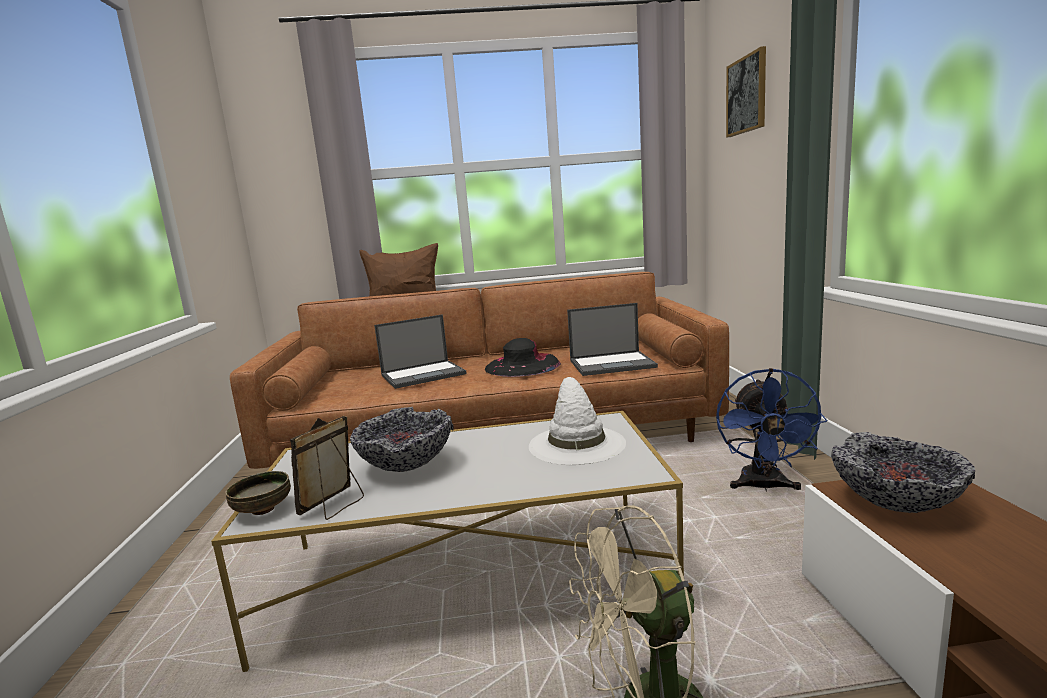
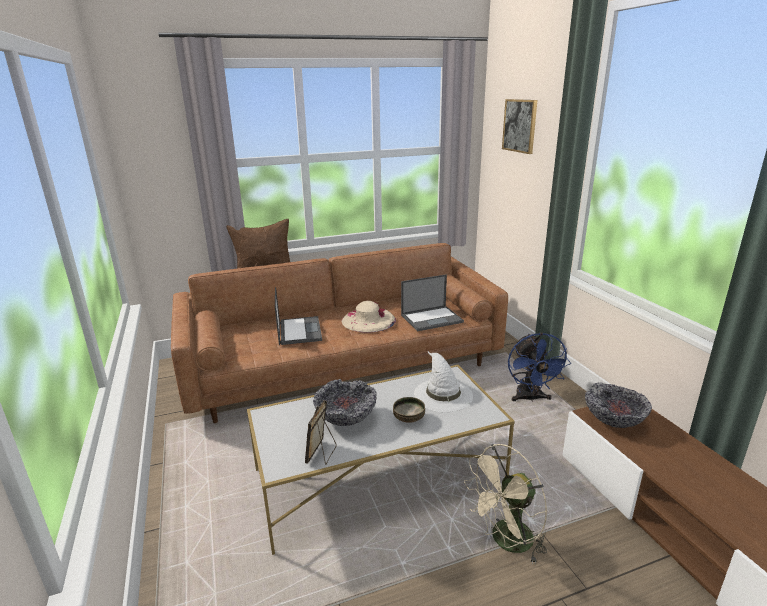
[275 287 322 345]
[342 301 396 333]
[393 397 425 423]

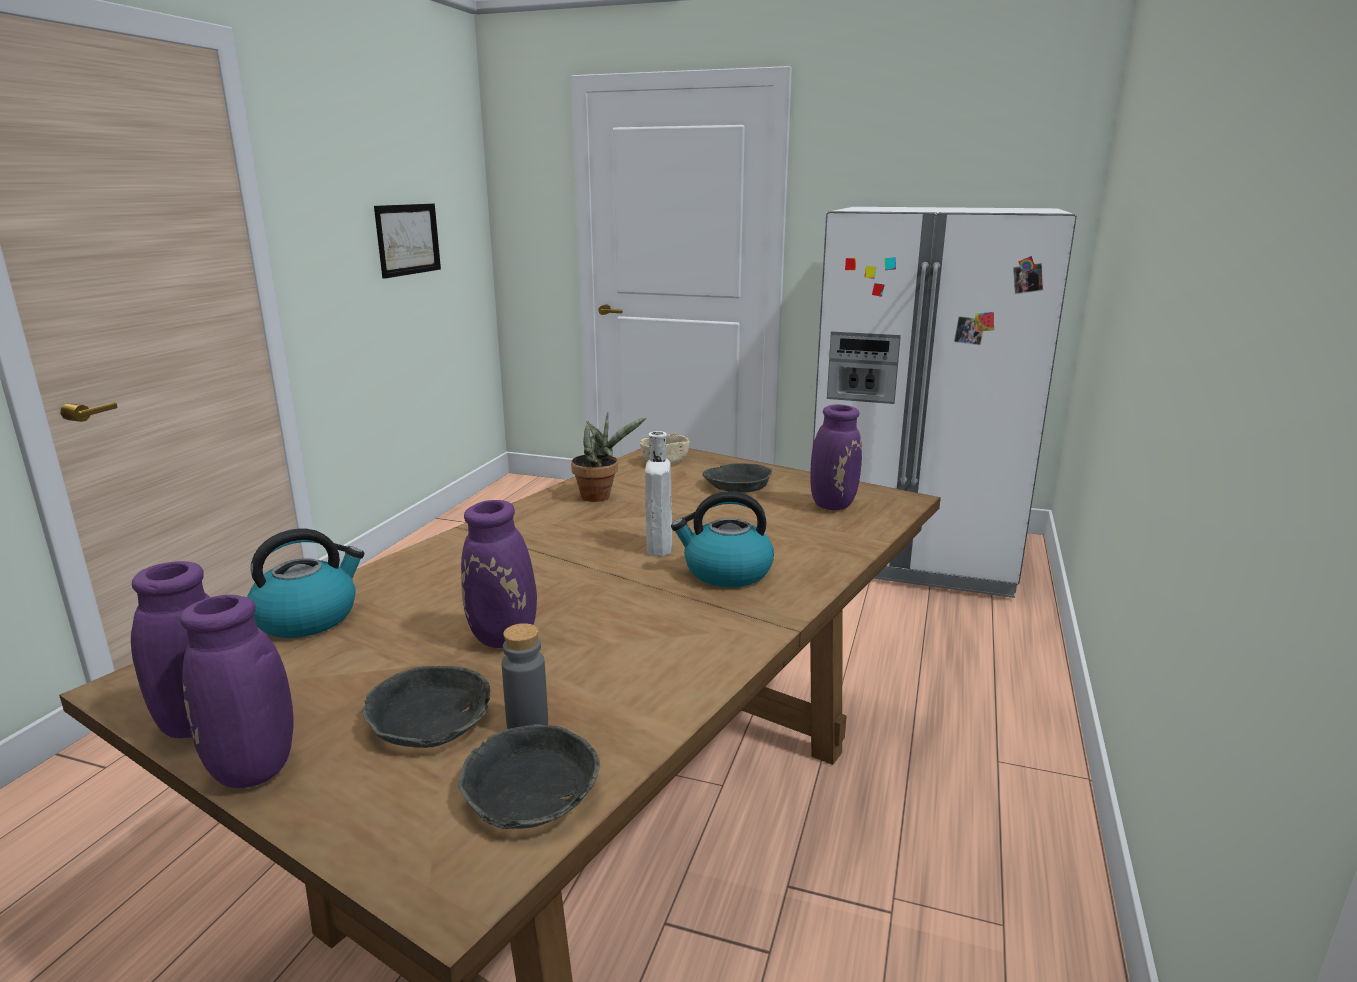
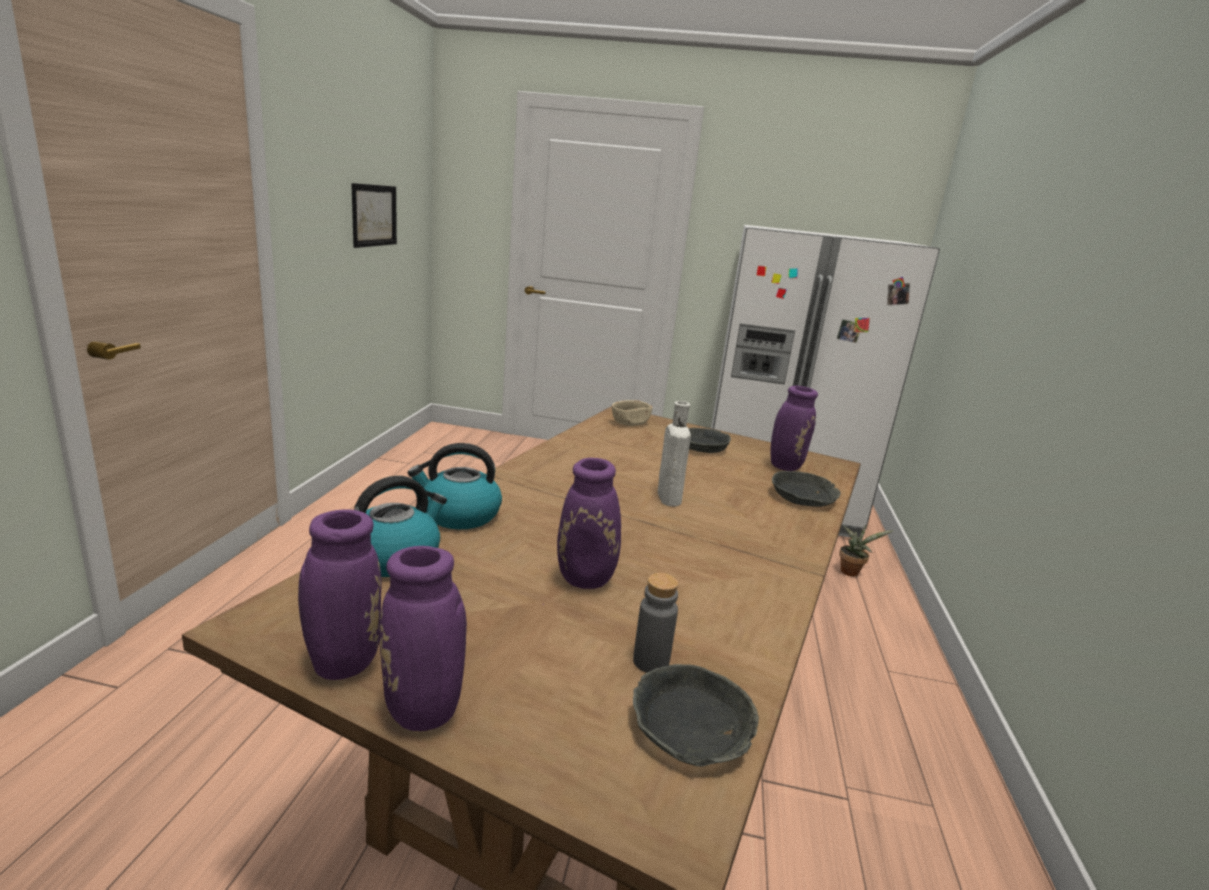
[408 443 502 529]
[772 471 841 507]
[839 524 894 577]

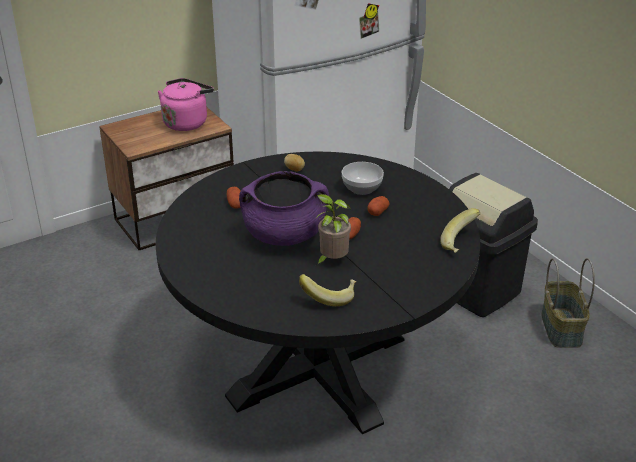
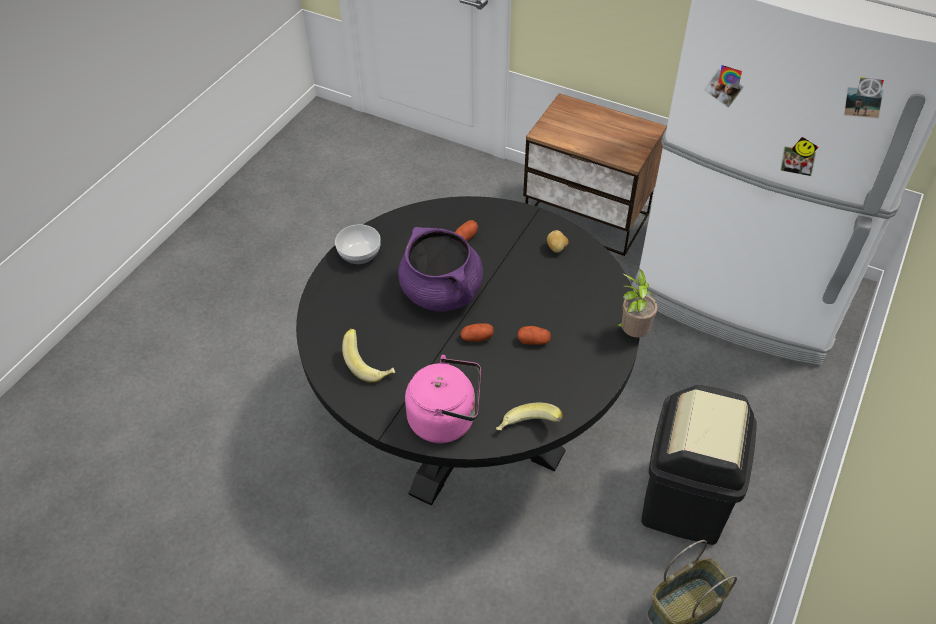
[335 224 381 264]
[405 355 481 443]
[616 269 658 337]

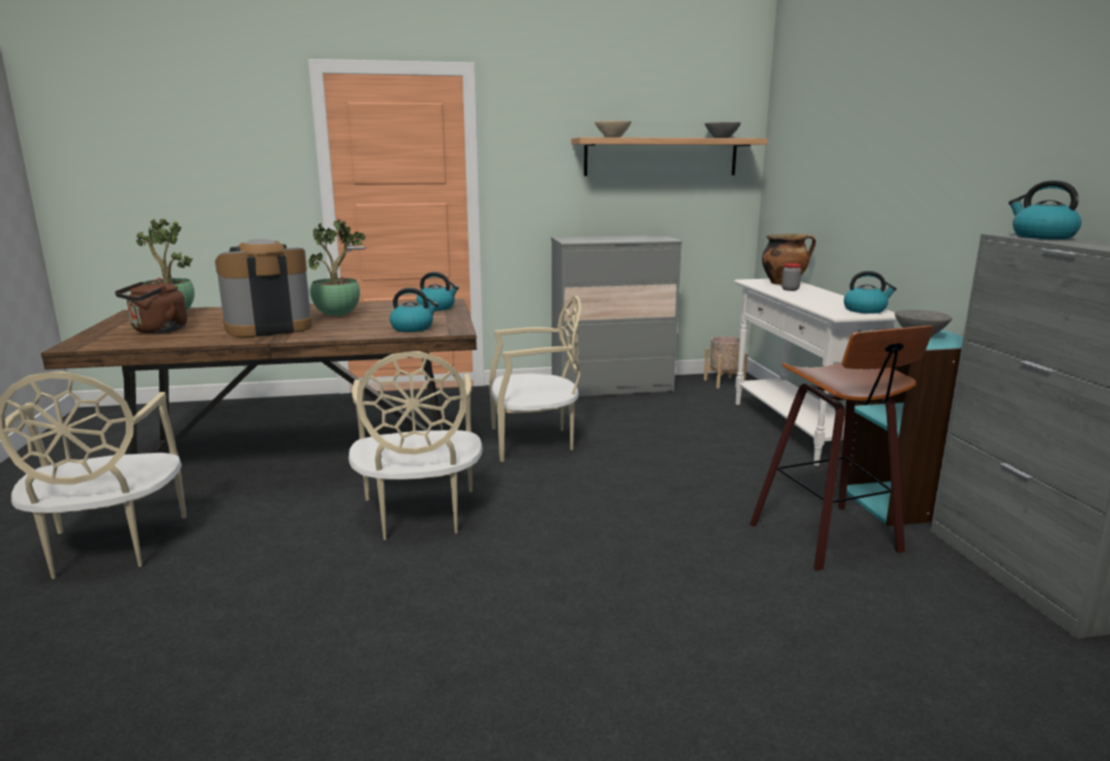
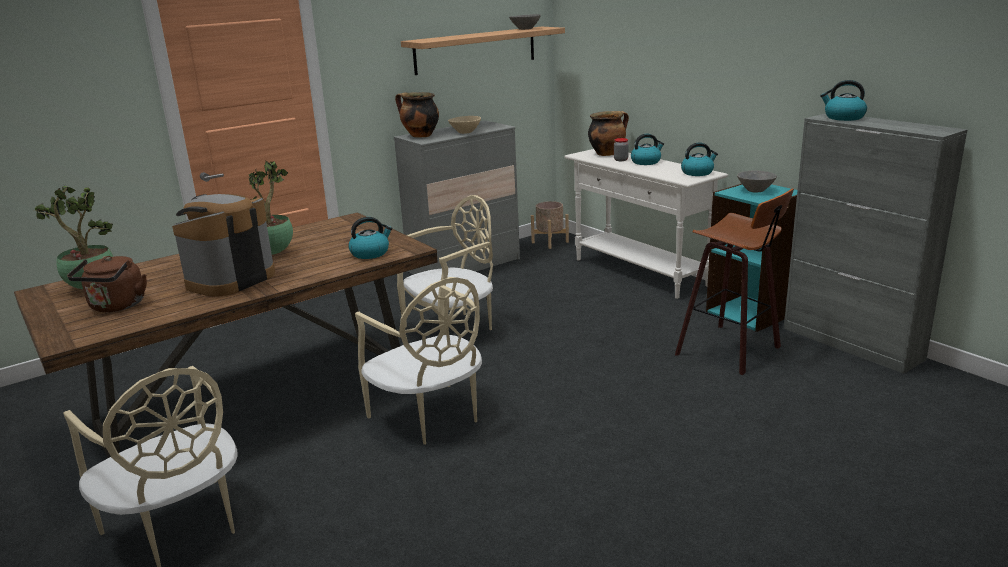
[395 92 439 137]
[448 116 481 134]
[631 134 664 165]

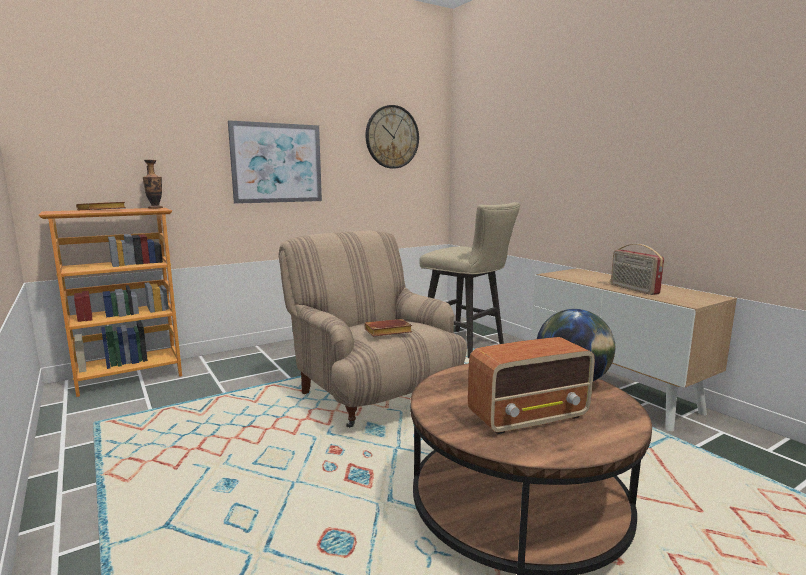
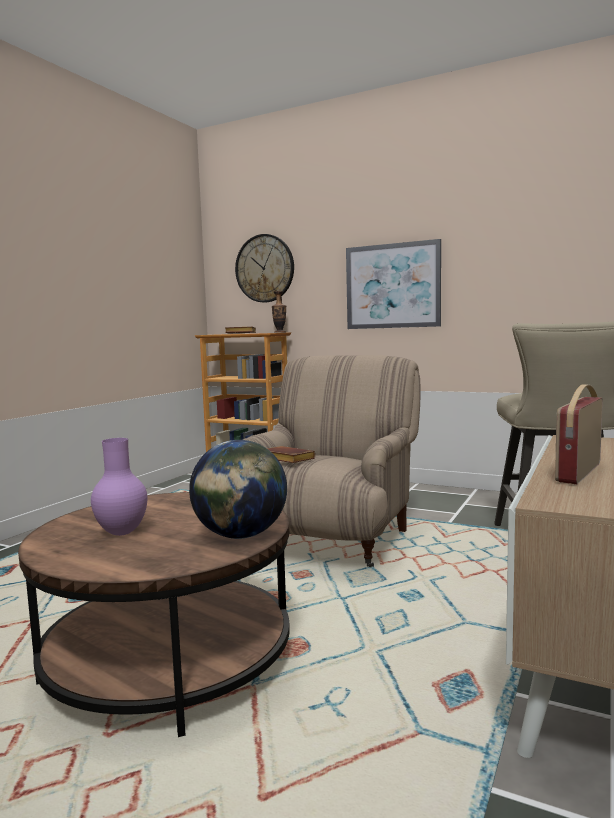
[91 438 147 536]
[235 234 294 302]

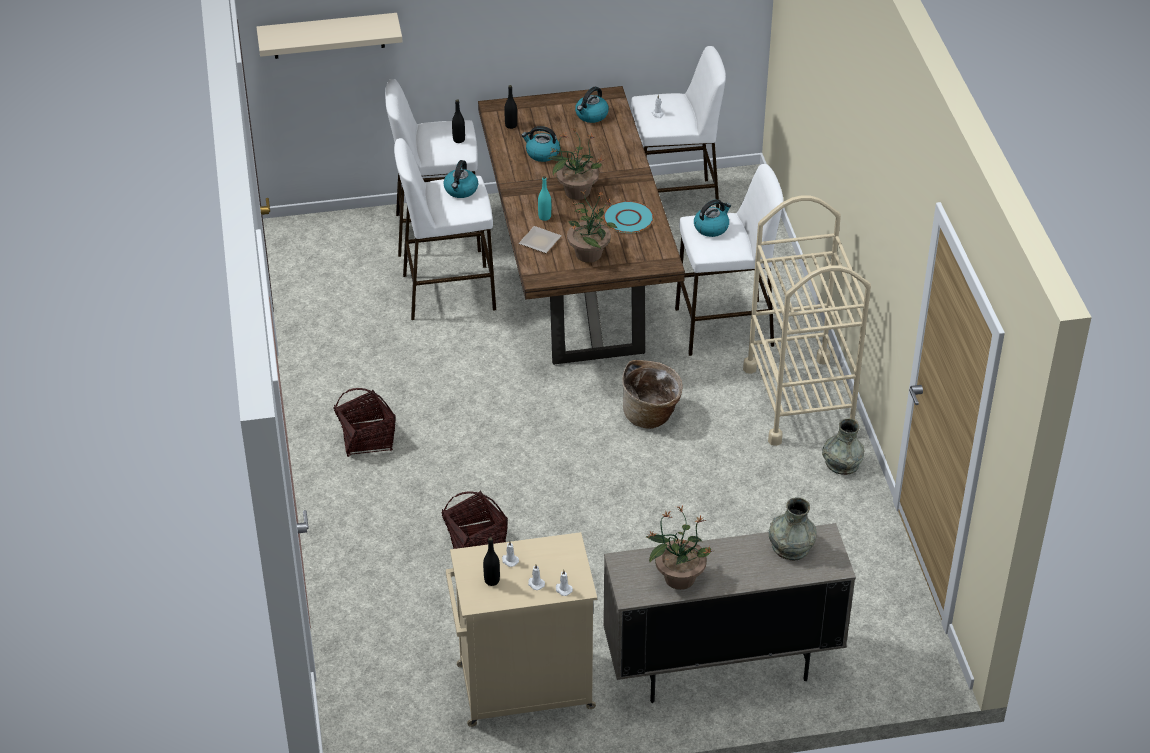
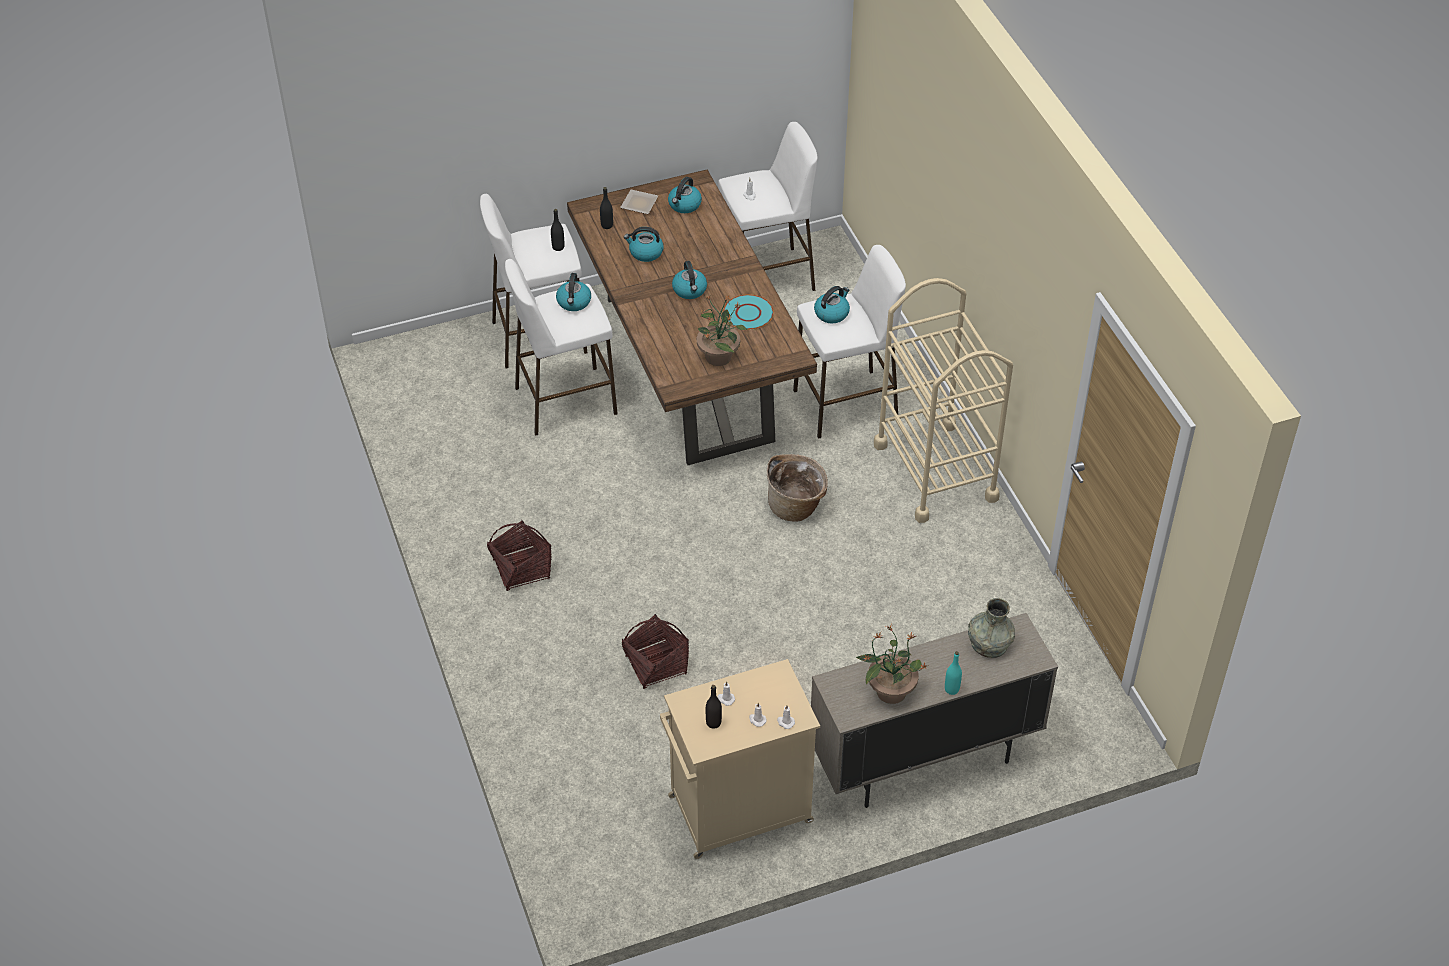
[620 190 658 214]
[672 261 707 299]
[945 651 962 695]
[257 13 403 59] (first image)
[822 418 864 475] (first image)

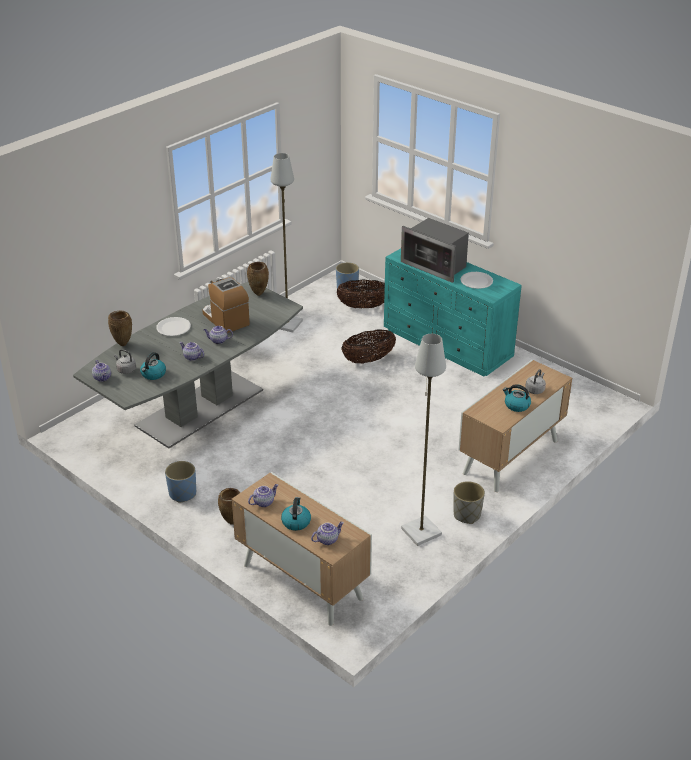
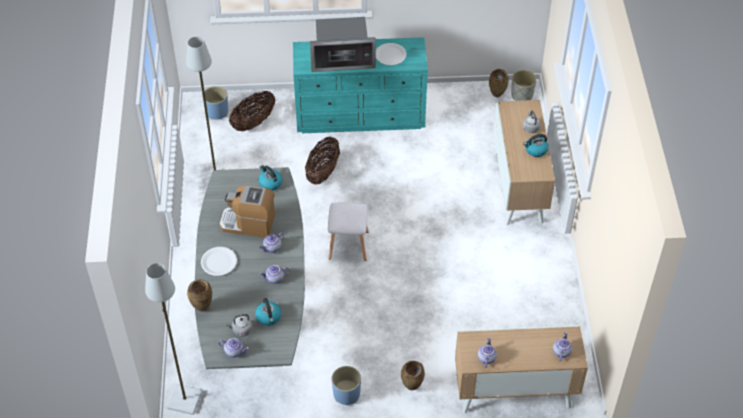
[145 263 203 415]
[258 165 282 191]
[328 203 369 261]
[489 69 509 97]
[511 70 537 101]

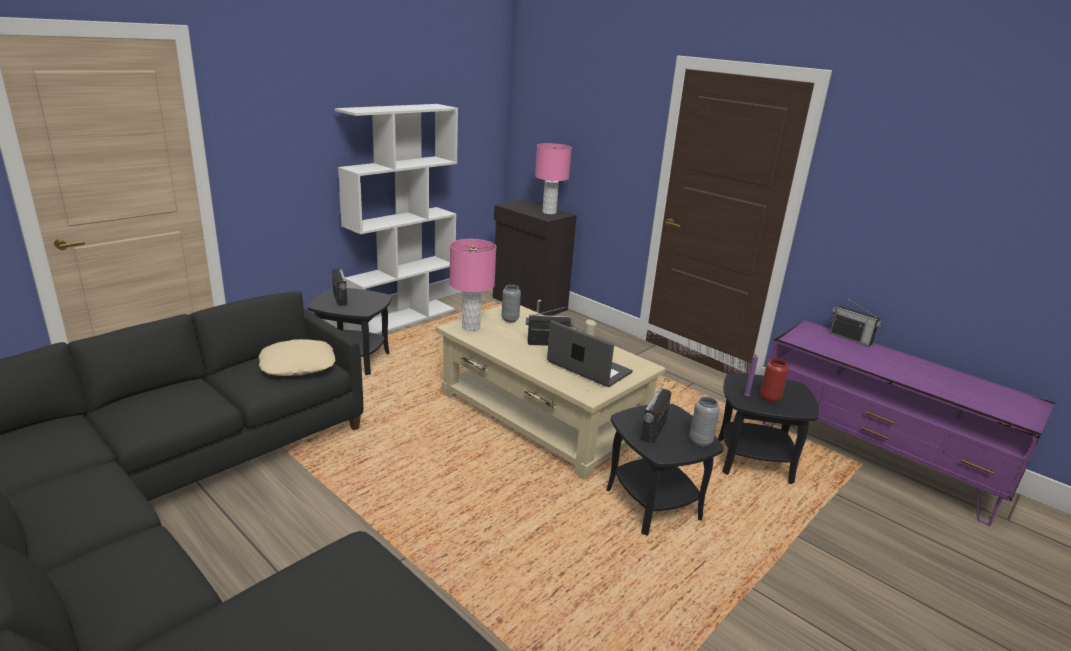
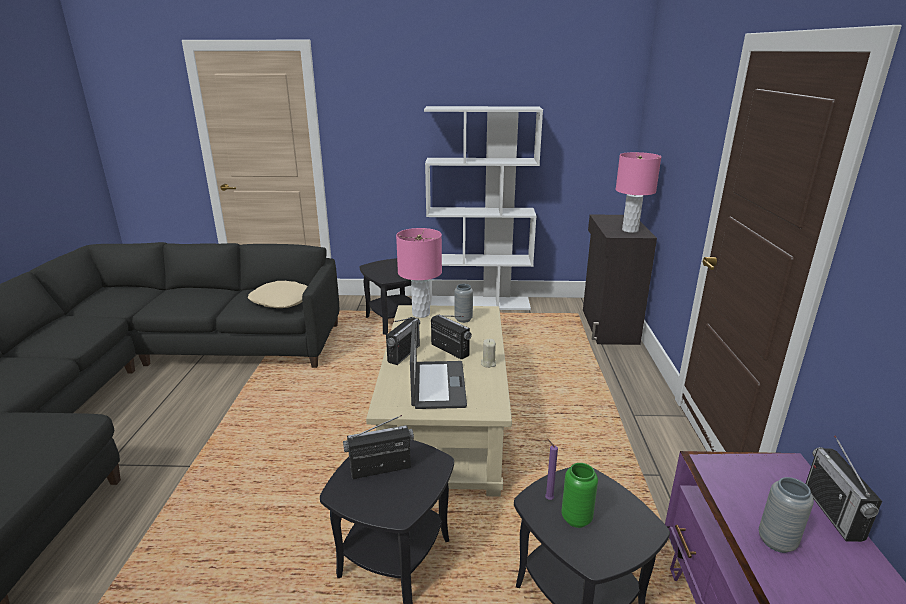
[386 317 420 365]
[561 463 598 528]
[759 477 814 553]

